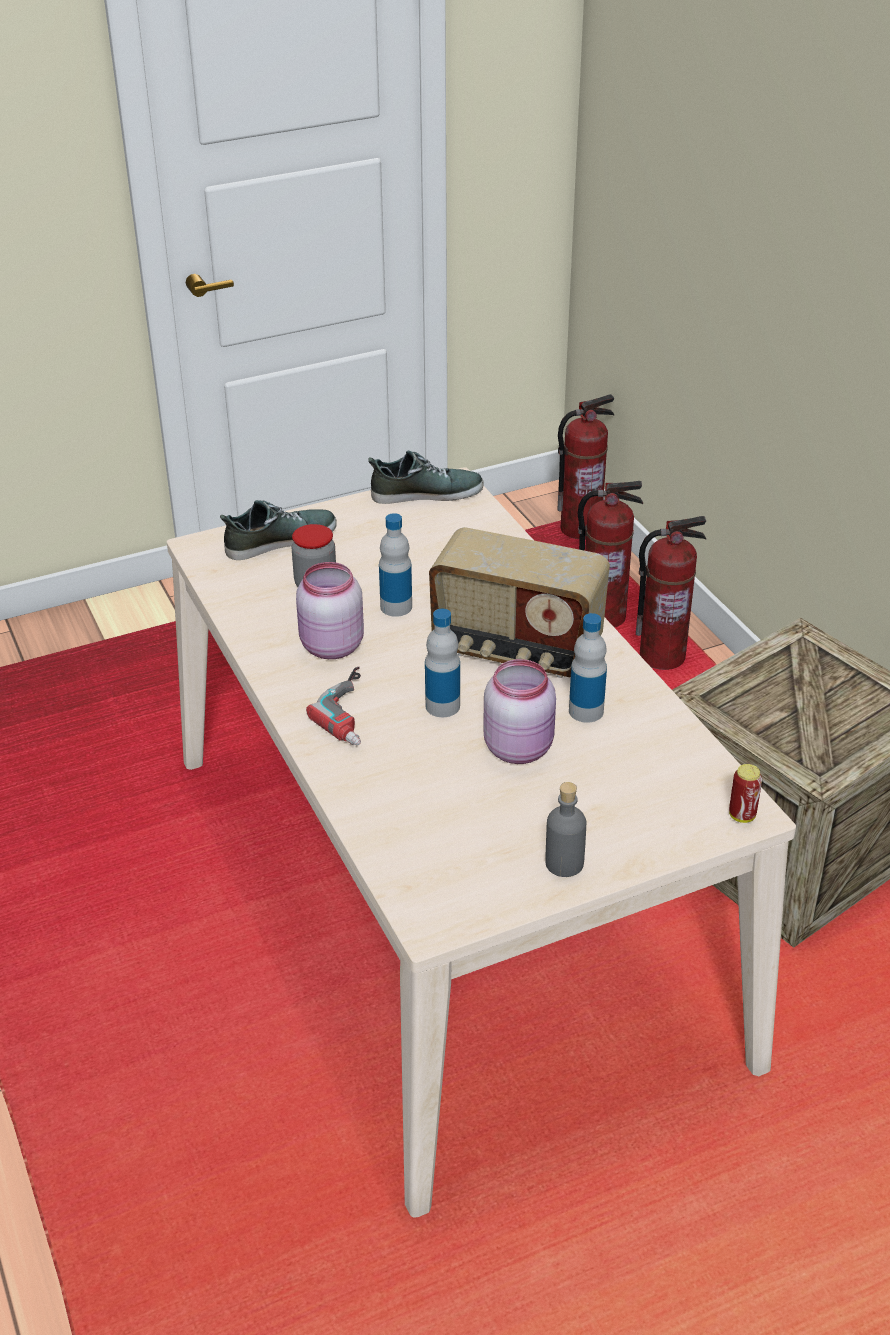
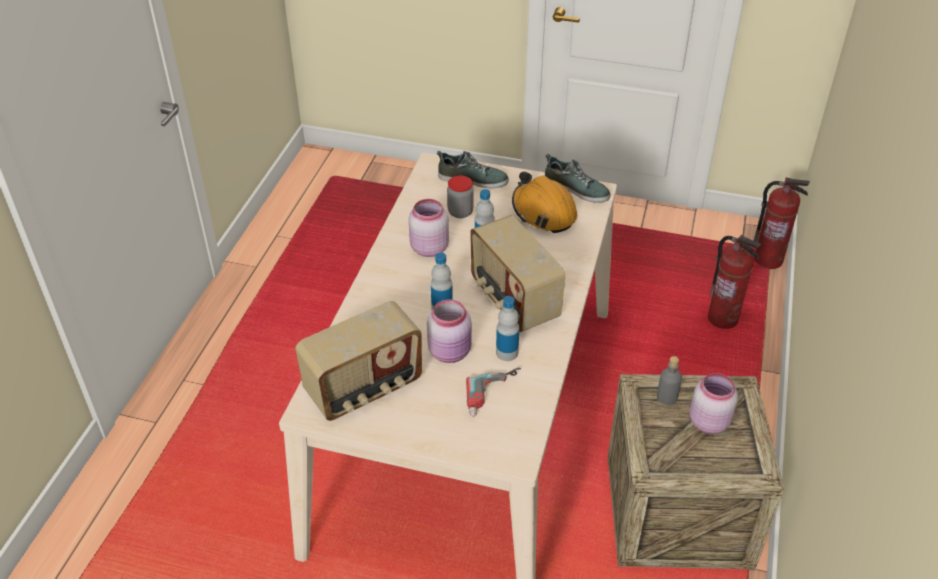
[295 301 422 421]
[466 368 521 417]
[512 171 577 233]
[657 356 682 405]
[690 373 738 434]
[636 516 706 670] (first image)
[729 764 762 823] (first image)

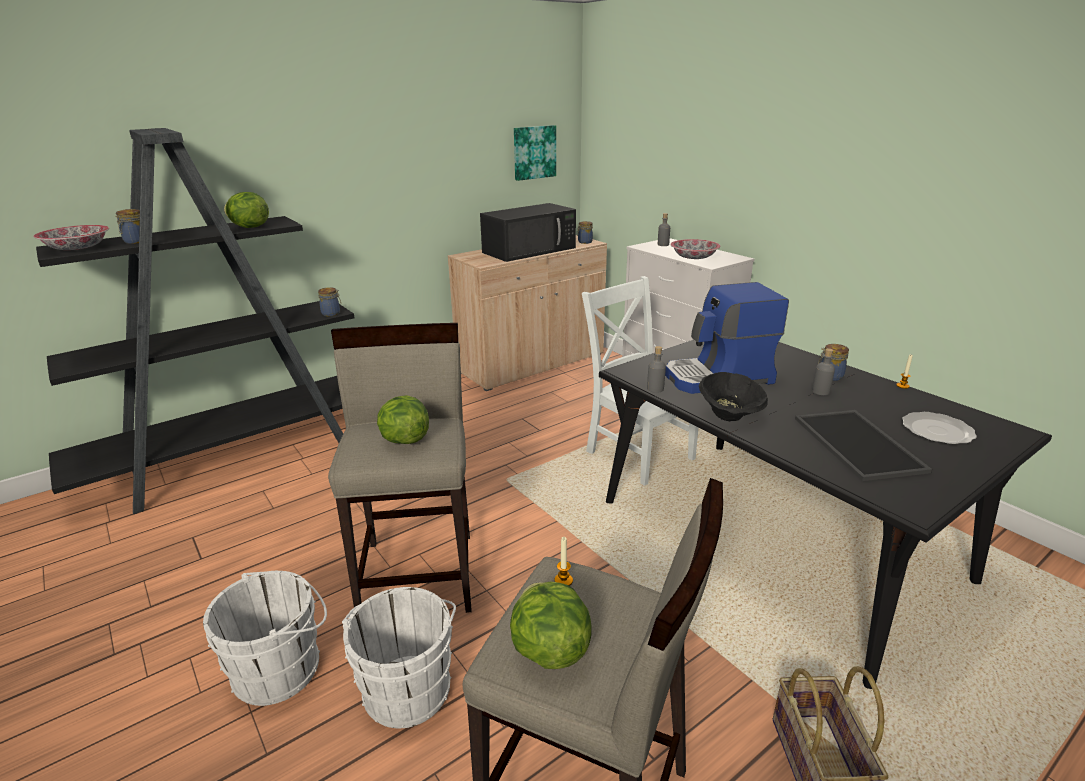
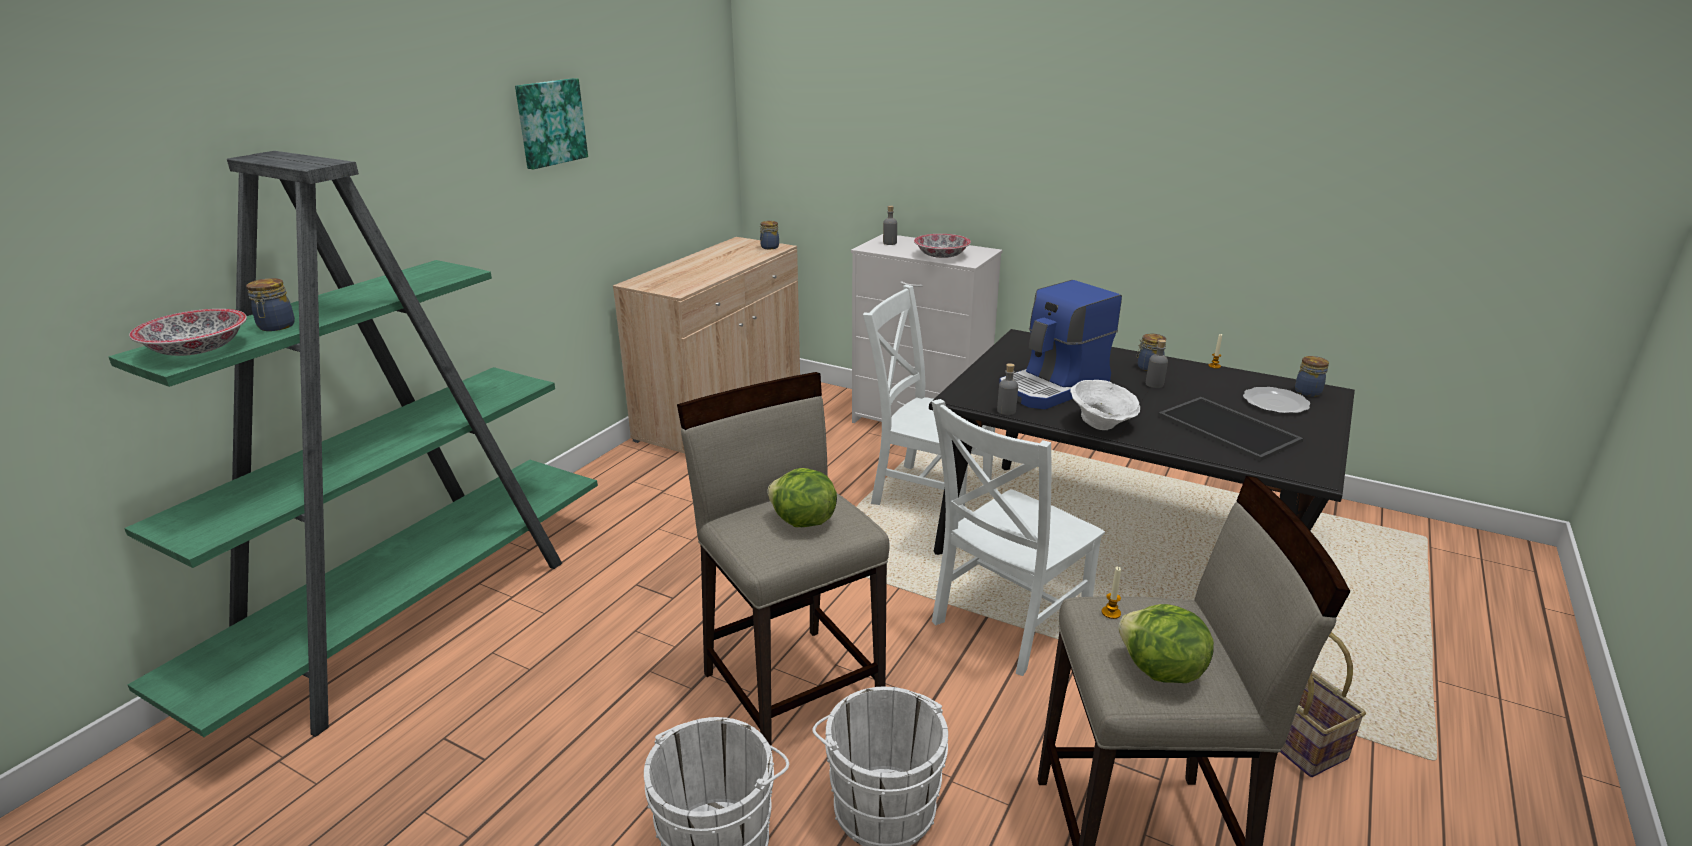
[108 151 598 737]
[515 78 588 170]
[931 399 1105 676]
[1070 380 1140 430]
[1295 356 1329 397]
[224 192 269 228] (first image)
[480 203 576 262] (first image)

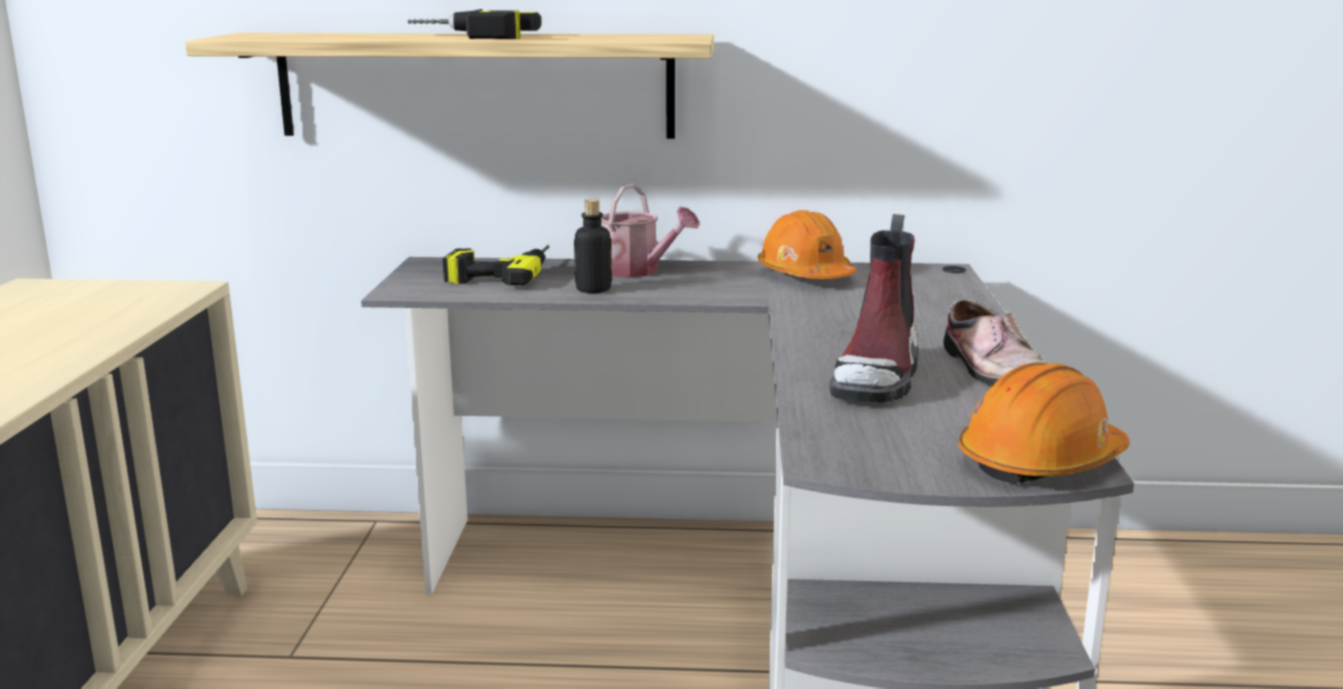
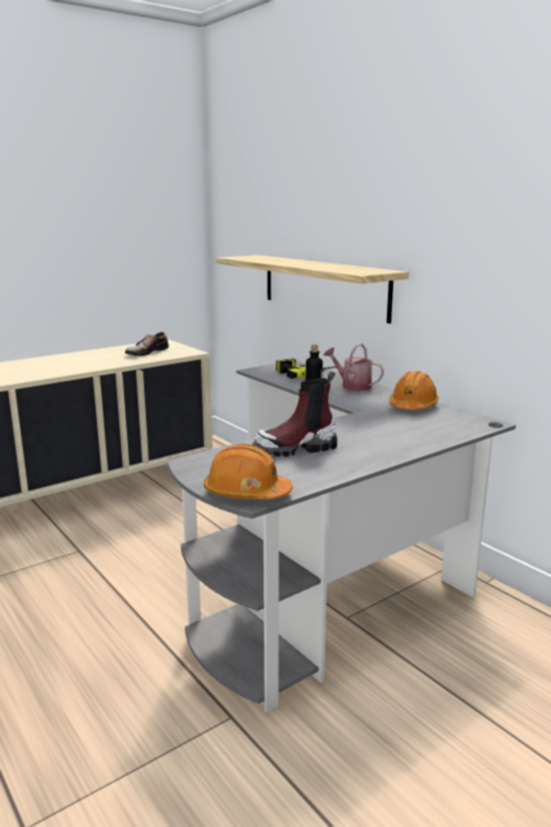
[125 332 169 356]
[324 343 384 391]
[407 9 541 39] (first image)

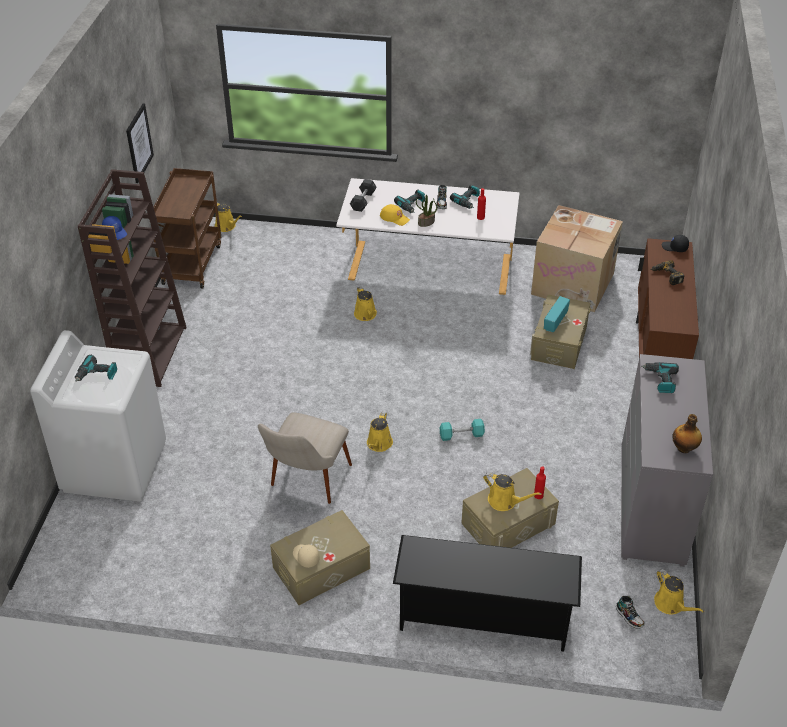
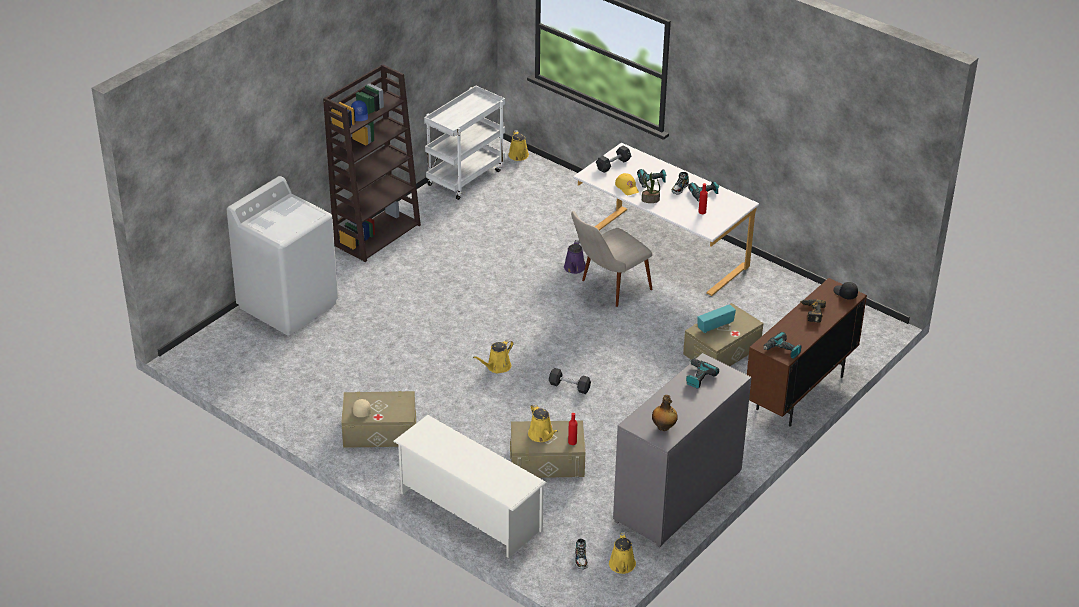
[393 415 547 558]
[424 86 505 200]
[549 368 591 394]
[564 240 586 274]
[571 211 653 307]
[763 332 801 359]
[126 103 154 183] (first image)
[531 205 623 312] (first image)

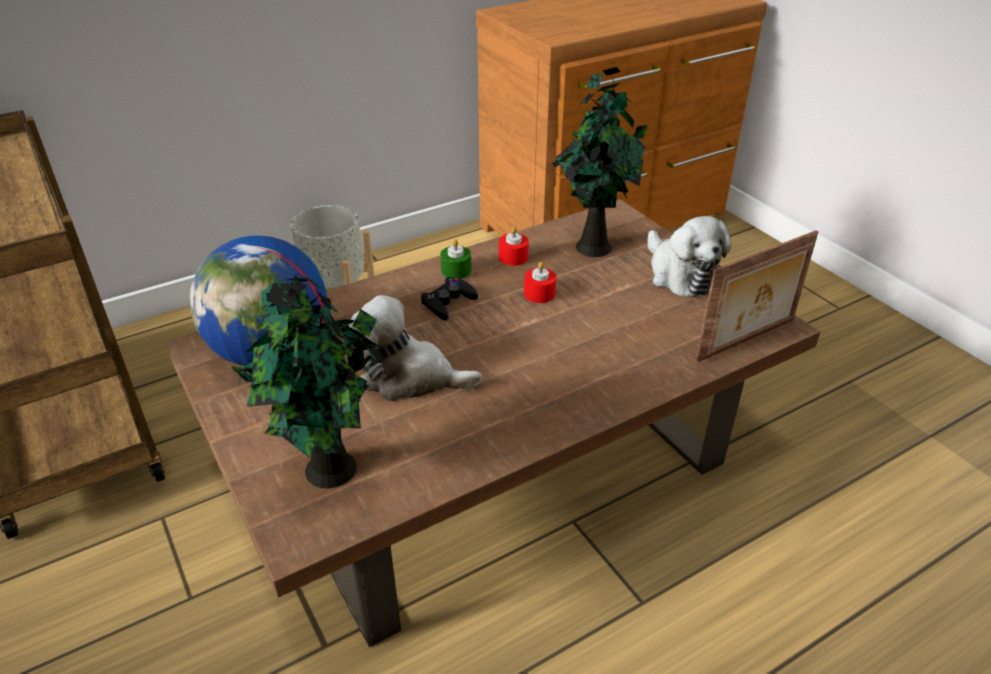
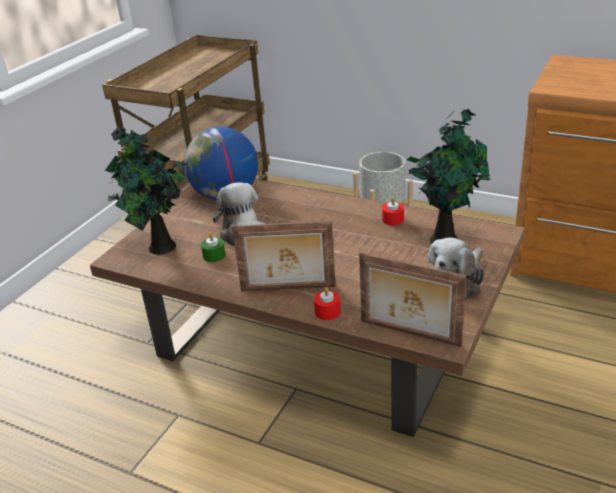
[201 233 226 262]
[232 221 336 291]
[314 287 341 320]
[420 277 478 320] (first image)

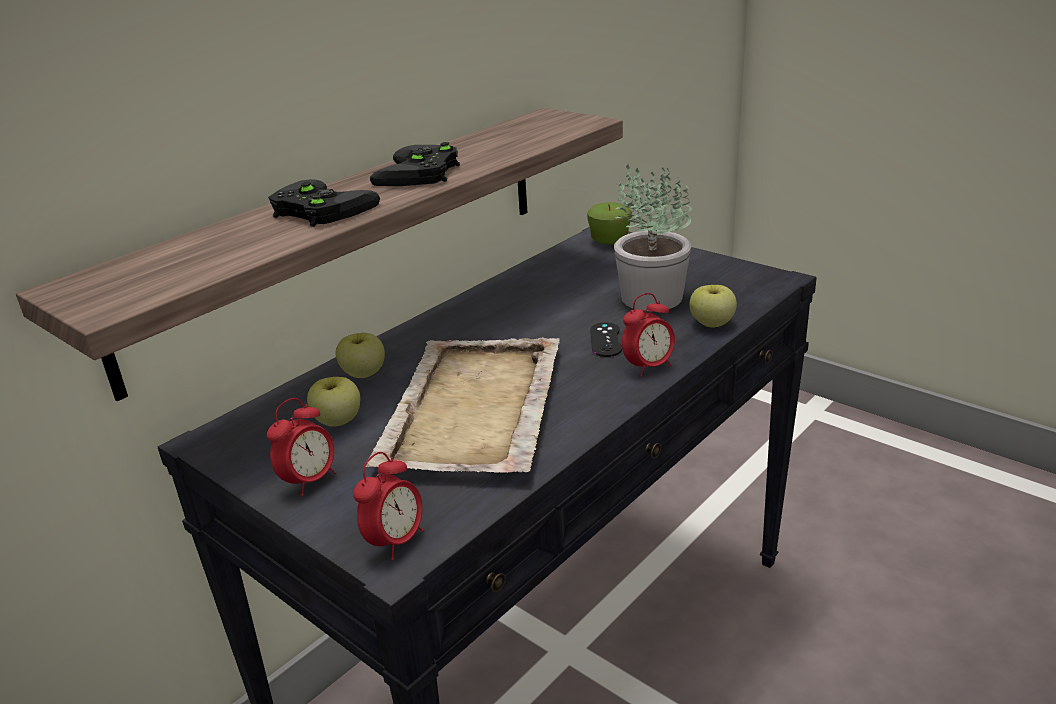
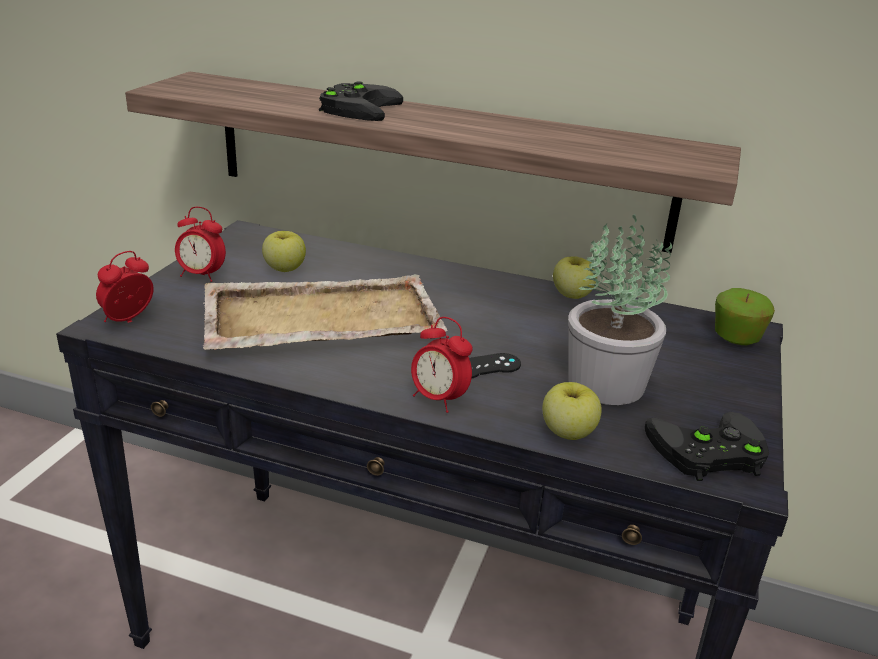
[96 251 154 323]
[553 256 597 299]
[645 412 769 481]

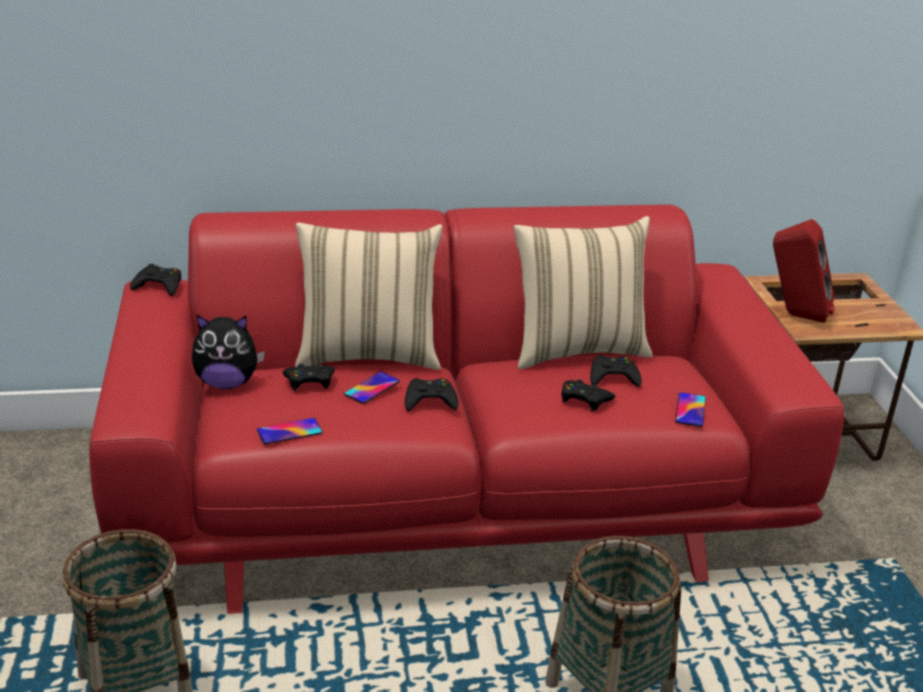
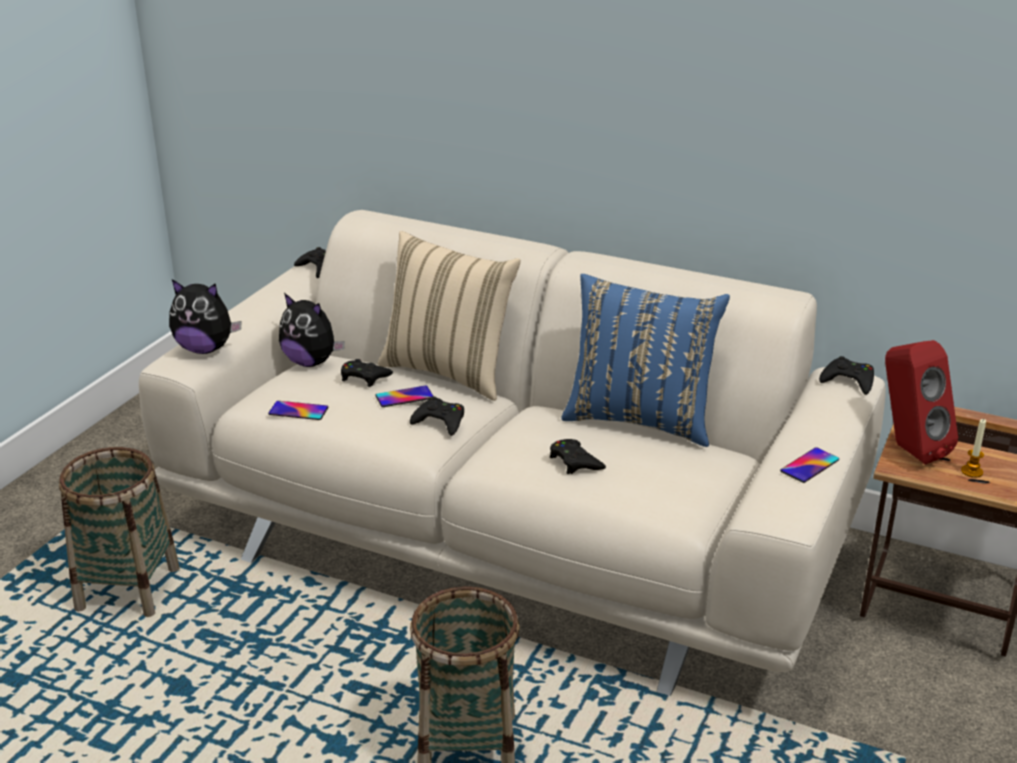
[139 210 886 696]
[169 279 242 354]
[561 274 730 447]
[780 447 839 483]
[819 356 874 395]
[961 419 986 478]

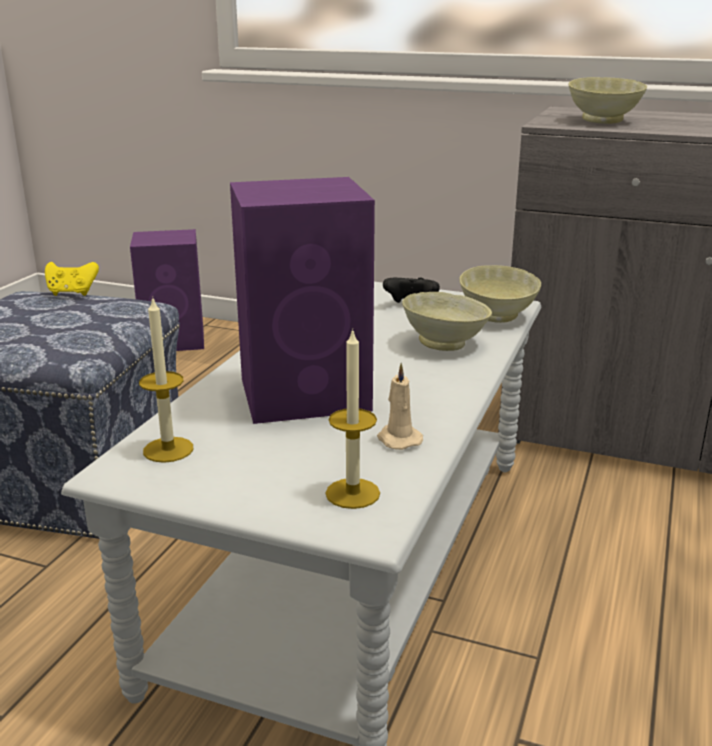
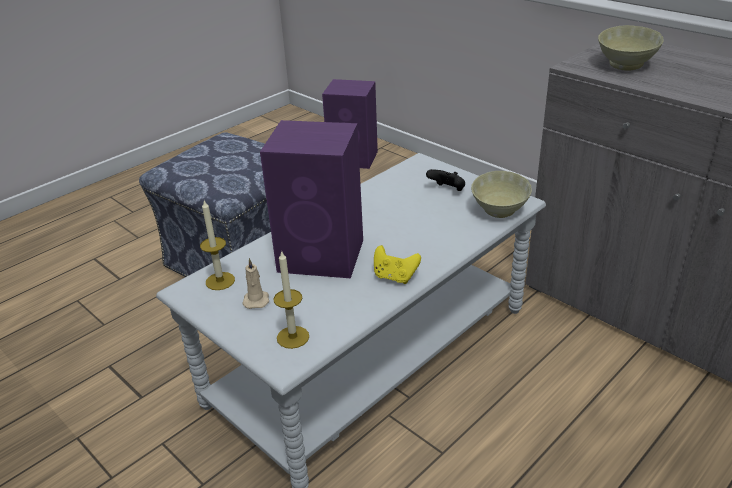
[242 258 269 309]
[374 245 421 284]
[402 292 492 351] (first image)

